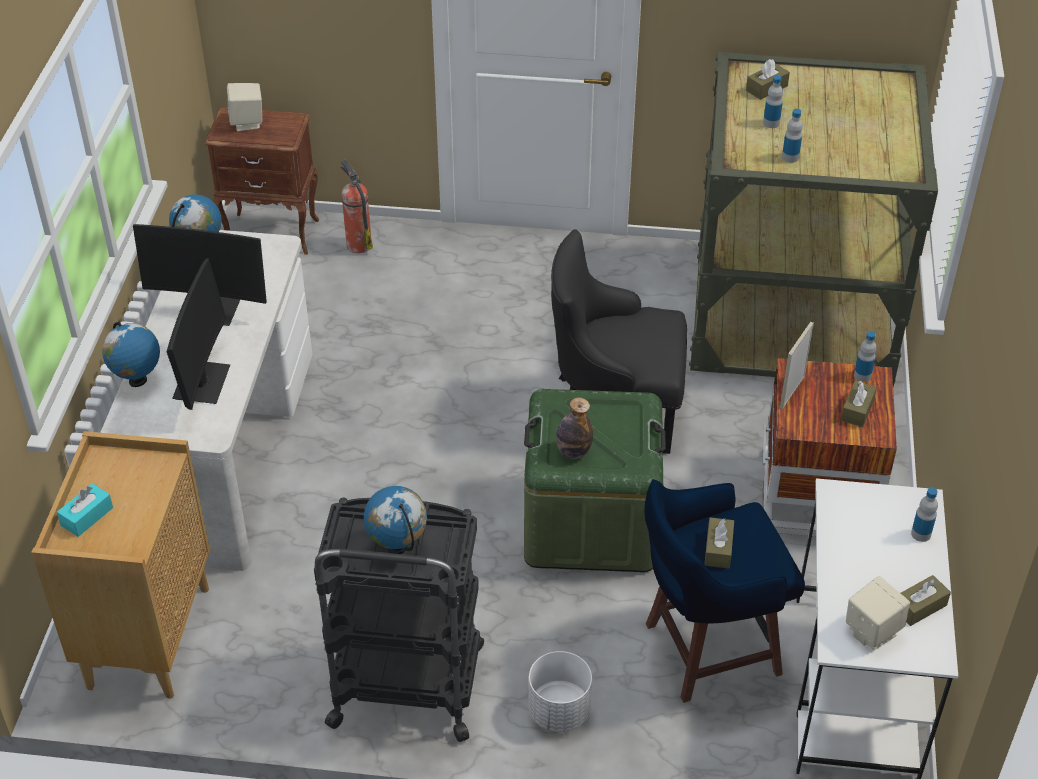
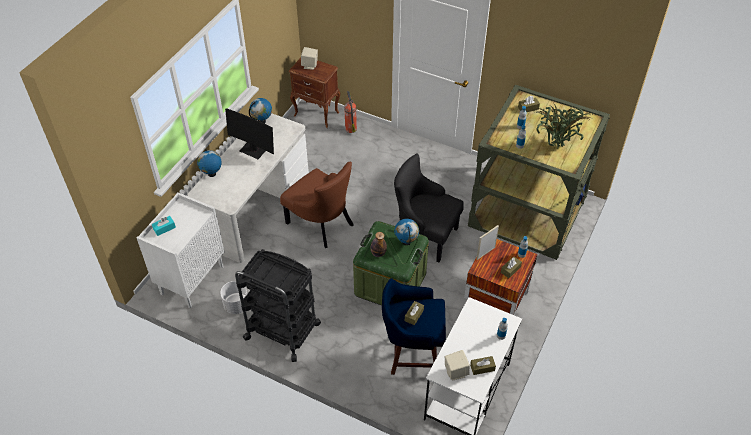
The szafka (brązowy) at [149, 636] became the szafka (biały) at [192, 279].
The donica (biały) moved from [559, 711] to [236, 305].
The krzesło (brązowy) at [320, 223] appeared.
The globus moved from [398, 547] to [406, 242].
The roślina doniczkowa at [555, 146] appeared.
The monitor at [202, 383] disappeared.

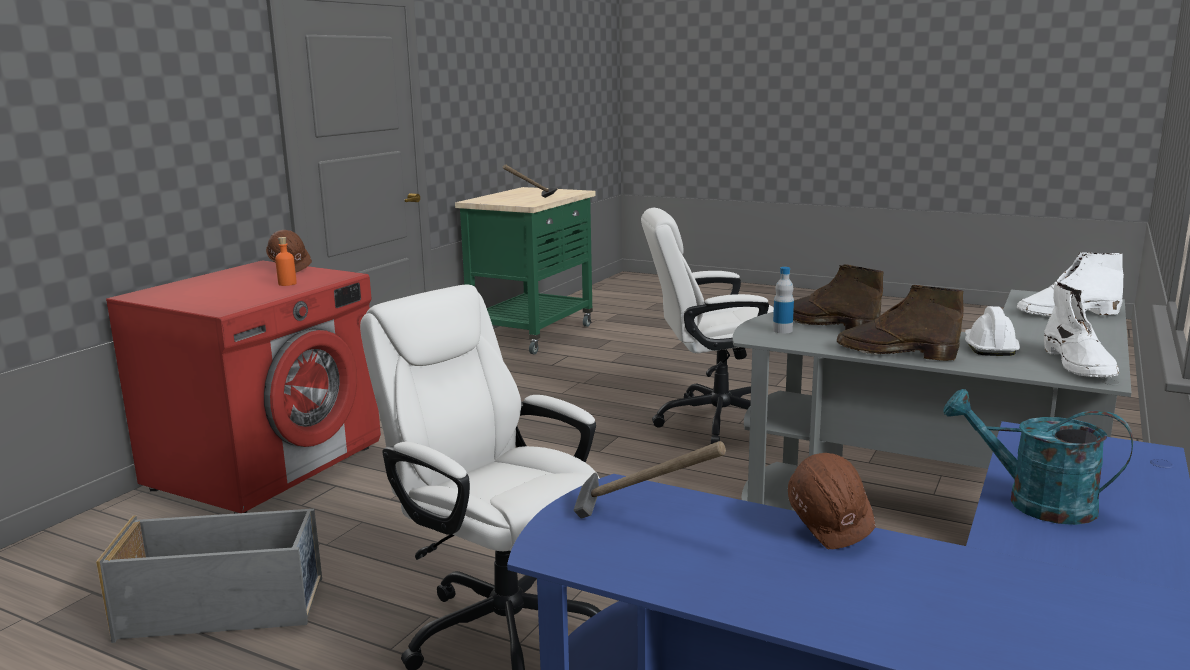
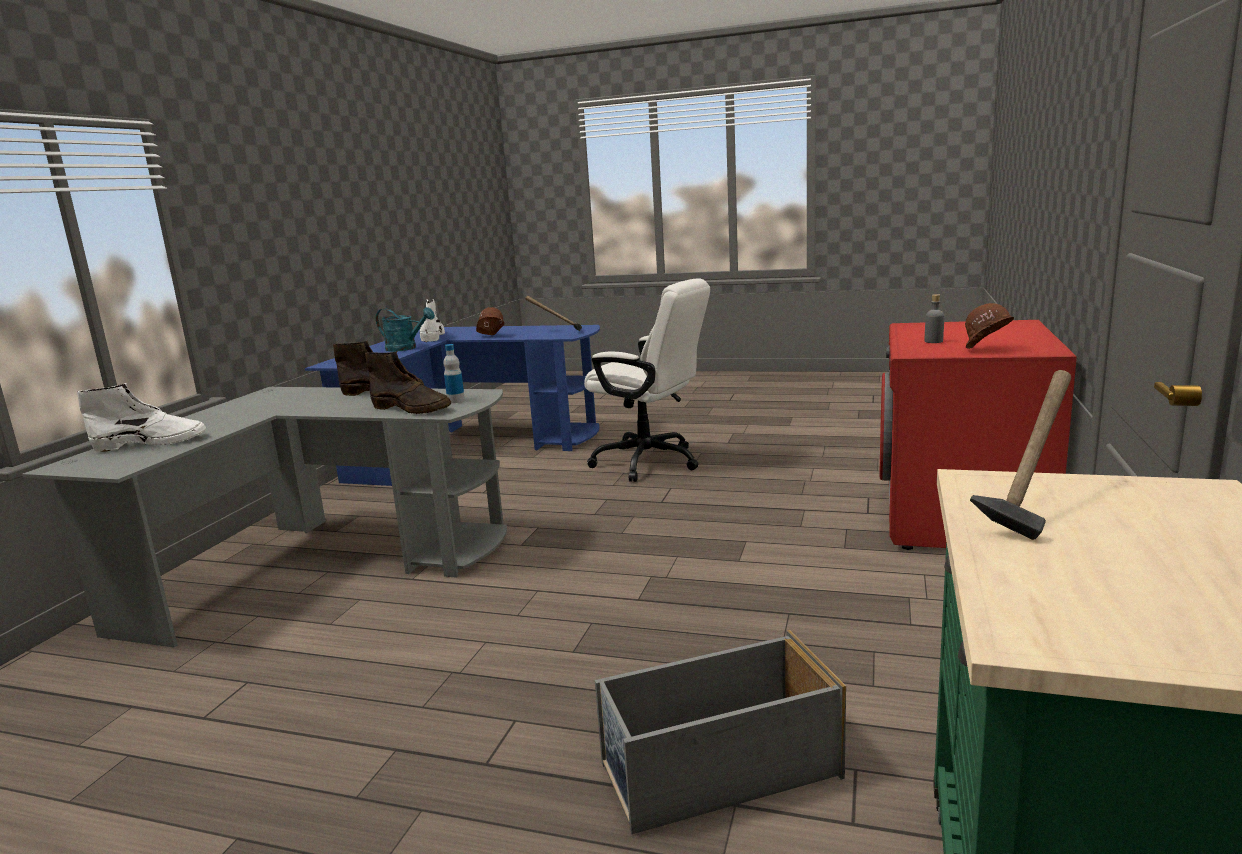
The but z cholewką (biały) moved from [1078, 364] to [433, 336].
The pojemnik do przechowywania (szary) moved from [225, 608] to [717, 771].
The butelka (pomarańczowy) at [287, 284] became the butelka (szary) at [933, 341].
The krzesło biurowe (biały) at [712, 423] disappeared.
The kask (biały) at [989, 347] disappeared.

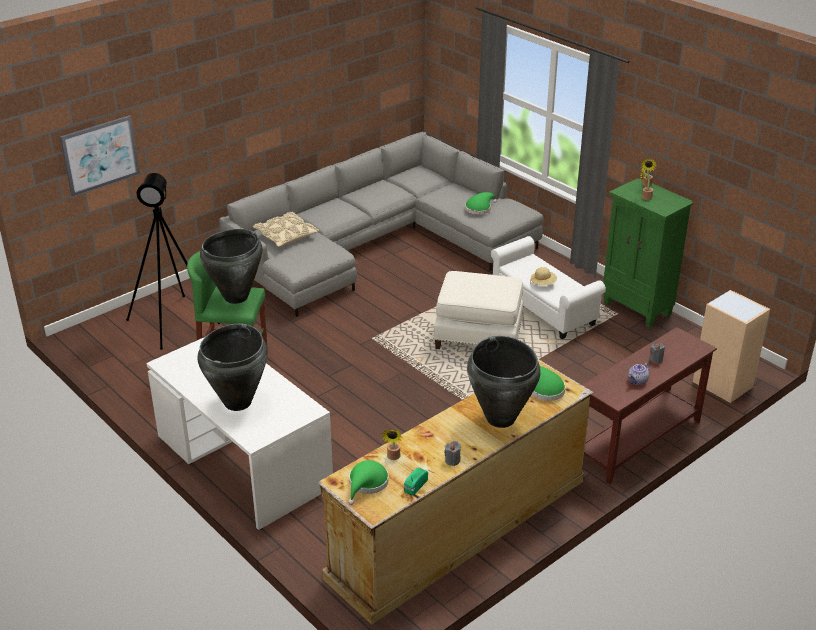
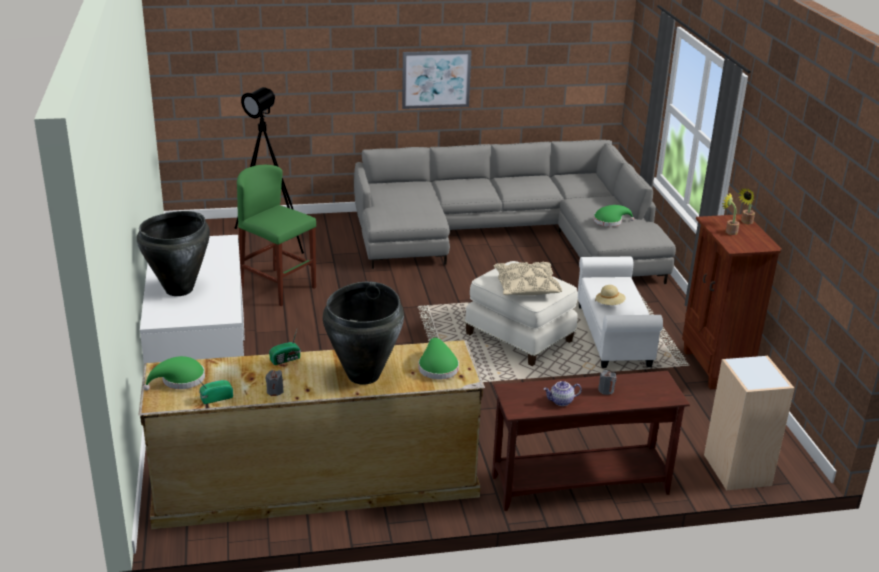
The radio at [286, 359] appeared.
The obraz moved from [100, 155] to [436, 79].
The poduszka (beżowy) moved from [286, 236] to [526, 287].
The szafka (zielony) at [636, 310] became the szafka (brązowy) at [713, 369].
The wazon (czarny) at [236, 297] disappeared.
The roślina doniczkowa at [393, 457] disappeared.

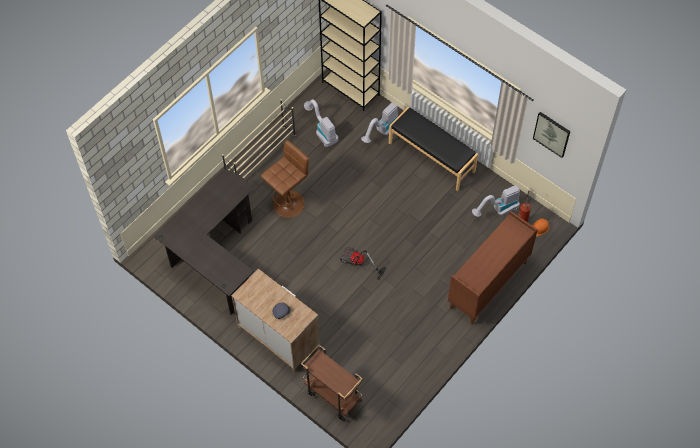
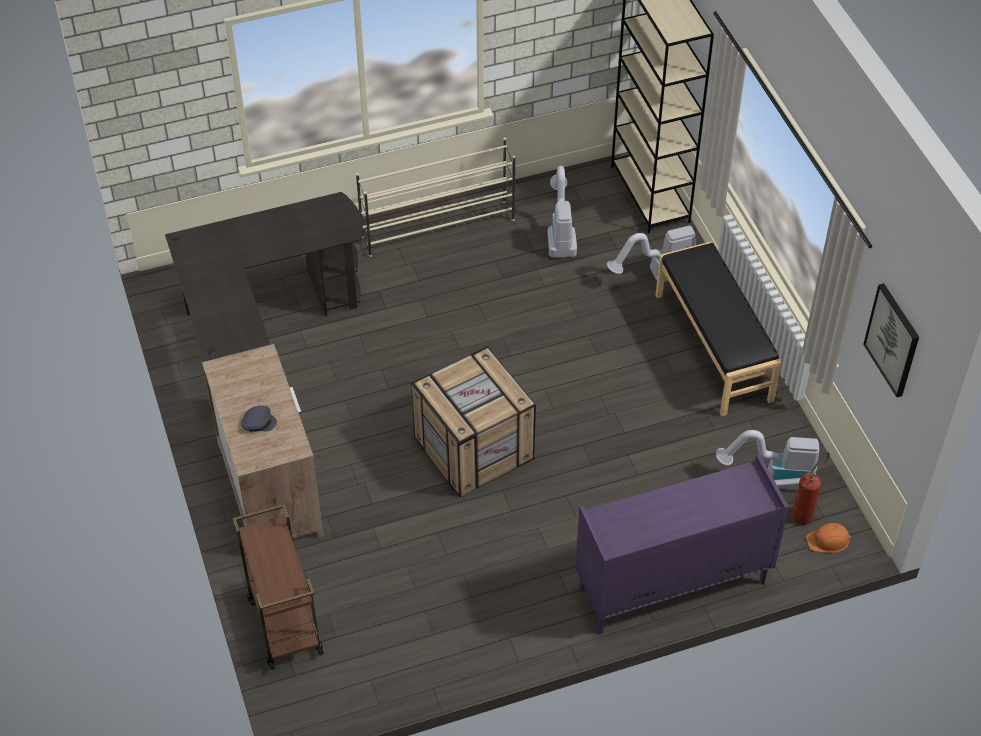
The odkurzacz at [358, 264] was replaced by the skrzynka at [475, 447].
The szafka (brązowy) at [487, 285] became the szafka (fioletowy) at [671, 586].
The stołek (brązowy) at [289, 204] disappeared.

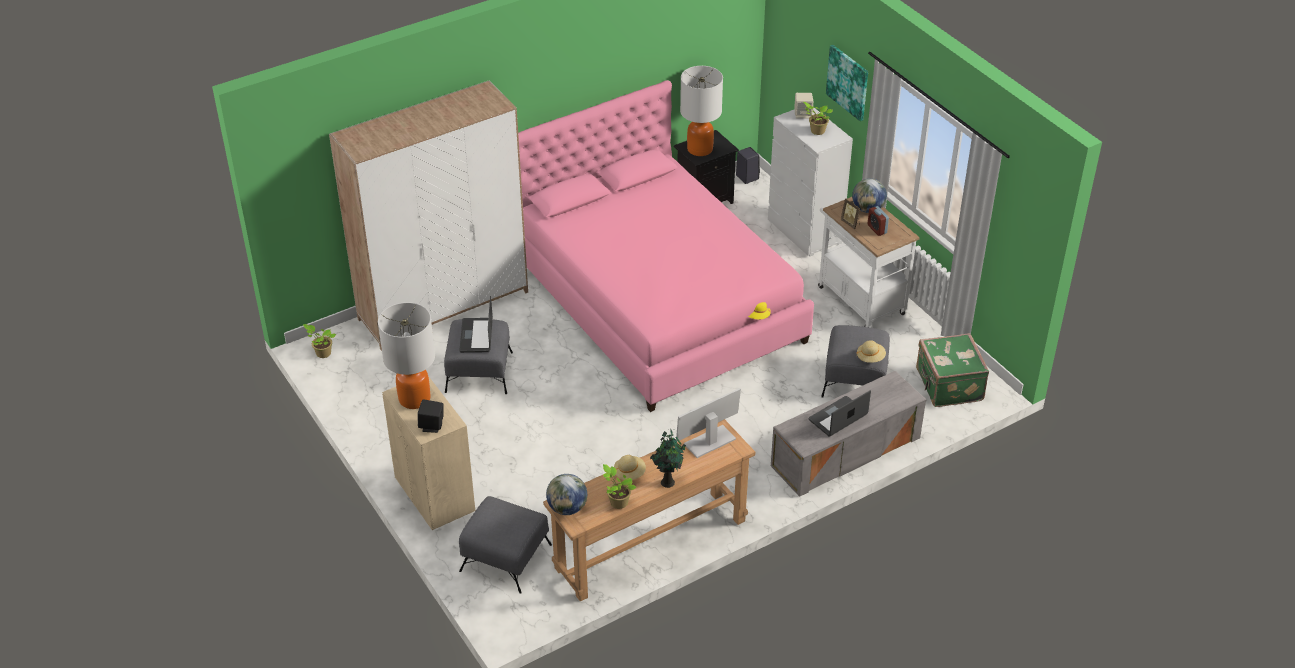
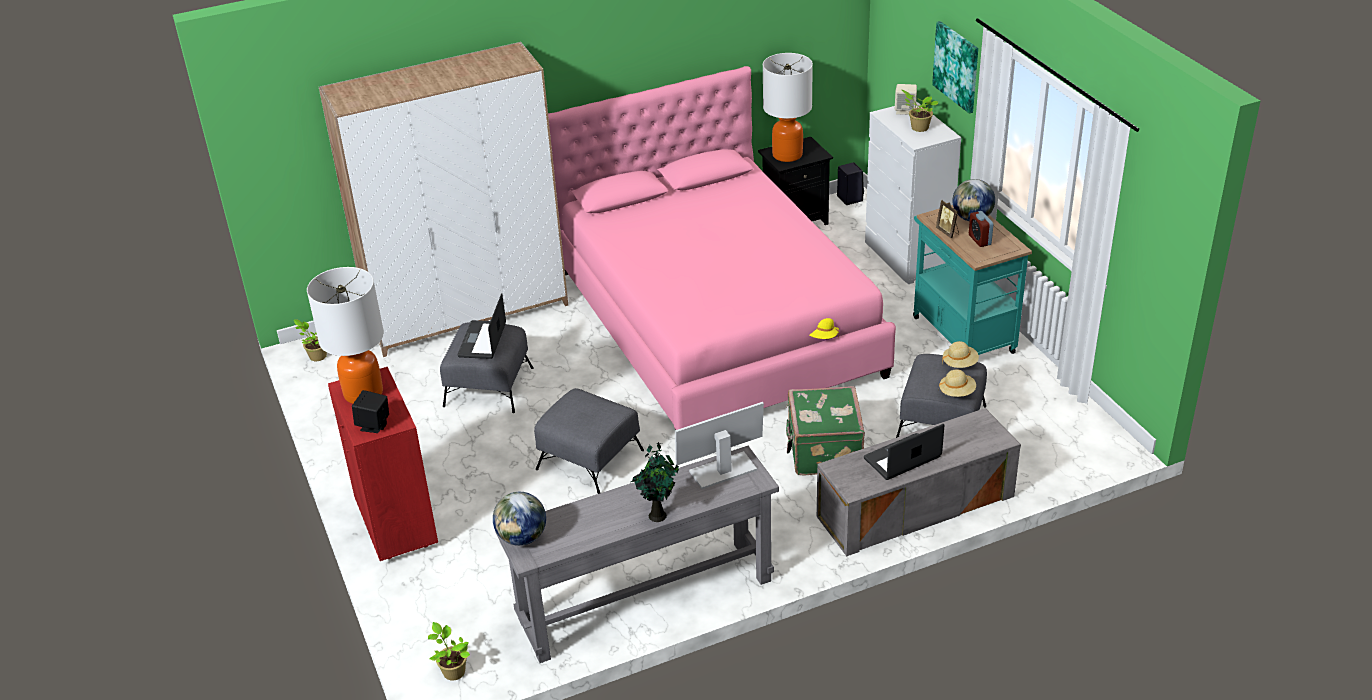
The szafka (beżowy) at [434, 498] became the szafka (czerwony) at [395, 524].
The roślina doniczkowa moved from [617, 502] to [453, 671].
The stolik konsolowy (brązowy) at [650, 544] became the stolik konsolowy (szary) at [645, 599].
The pufa (szary) moved from [505, 557] to [589, 459].
The walizka (zielony) moved from [948, 386] to [823, 451].
The wózek (biały) at [859, 299] became the wózek (turkusowy) at [961, 333].
The kapelusz (beżowy) moved from [629, 473] to [960, 363].

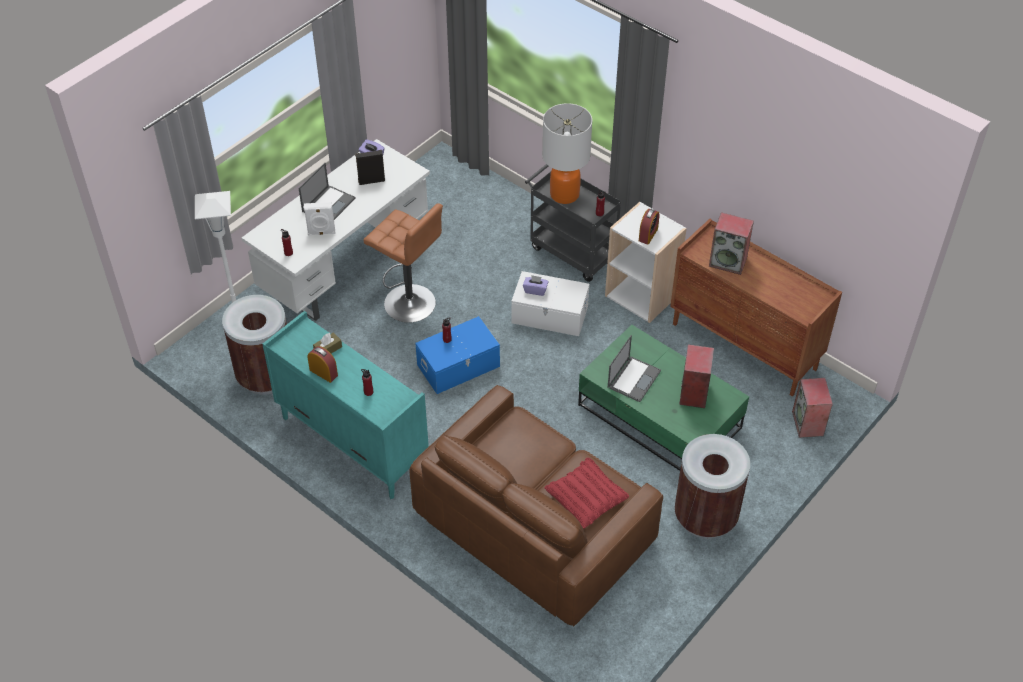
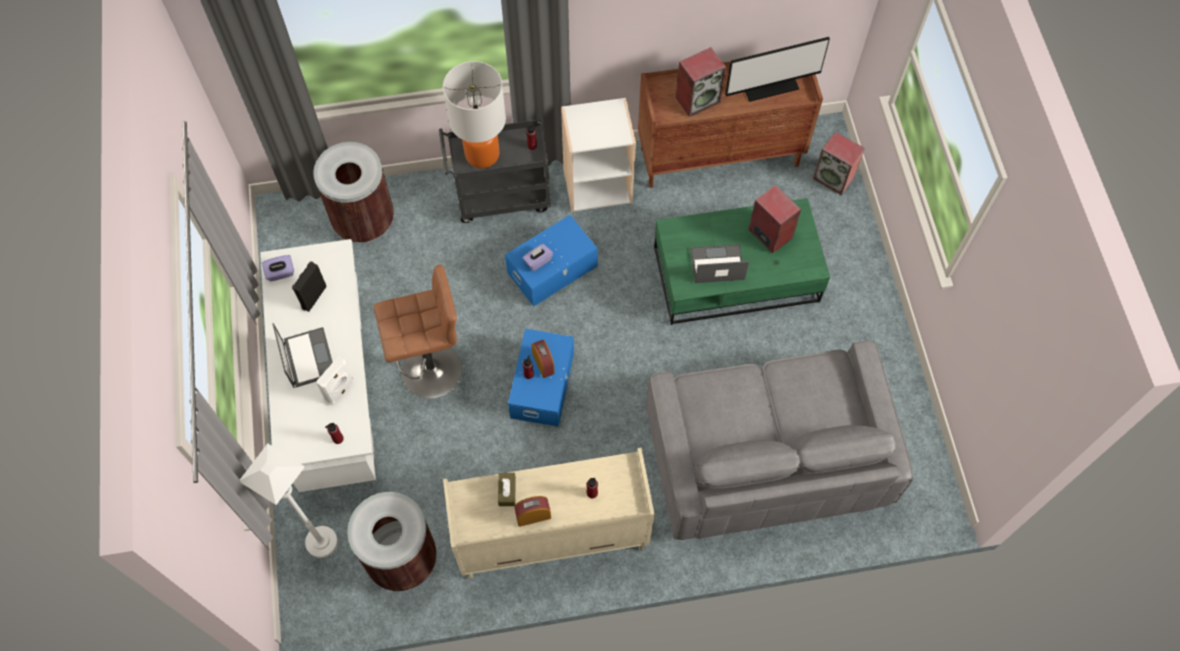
The kosz na śmieci (brązowy) moved from [705, 517] to [364, 221].
The szafka (turkusowy) at [352, 443] became the szafka (beżowy) at [551, 538].
The pojemnik do przechowywania (biały) at [550, 315] became the pojemnik do przechowywania (niebieski) at [553, 270].
The budzik moved from [648, 234] to [543, 363].
The kanapa (brązowy) at [533, 527] became the kanapa (szary) at [767, 457].
The laptop at [634, 378] turned 75 degrees counterclockwise.
The monitor at [769, 84] appeared.
The poduszka (czerwony) at [586, 497] disappeared.

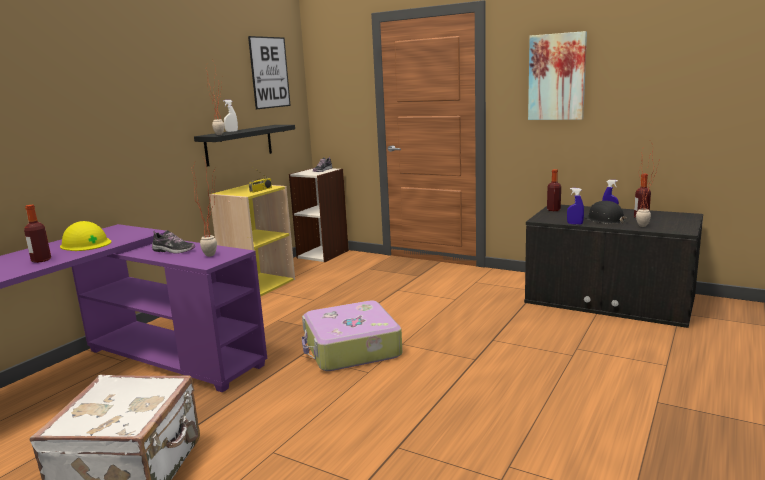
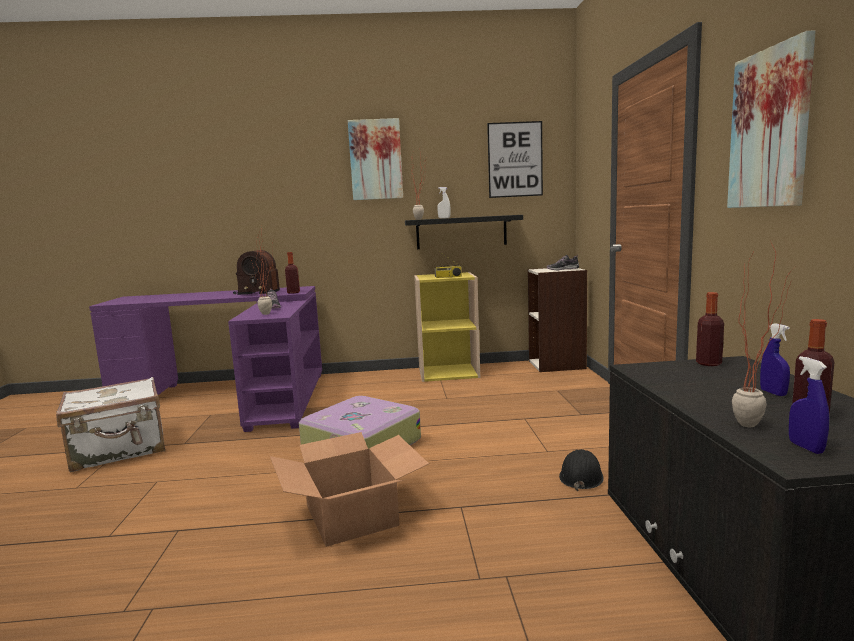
The kask (żółty) at [86, 244] was replaced by the radio at [257, 292].
The karton at [352, 515] appeared.
The butelka moved from [41, 260] to [293, 292].
The obraz at [375, 160] appeared.
The kask (czarny) moved from [604, 219] to [581, 476].
The spryskiwacz (niebieski) moved from [574, 224] to [806, 447].

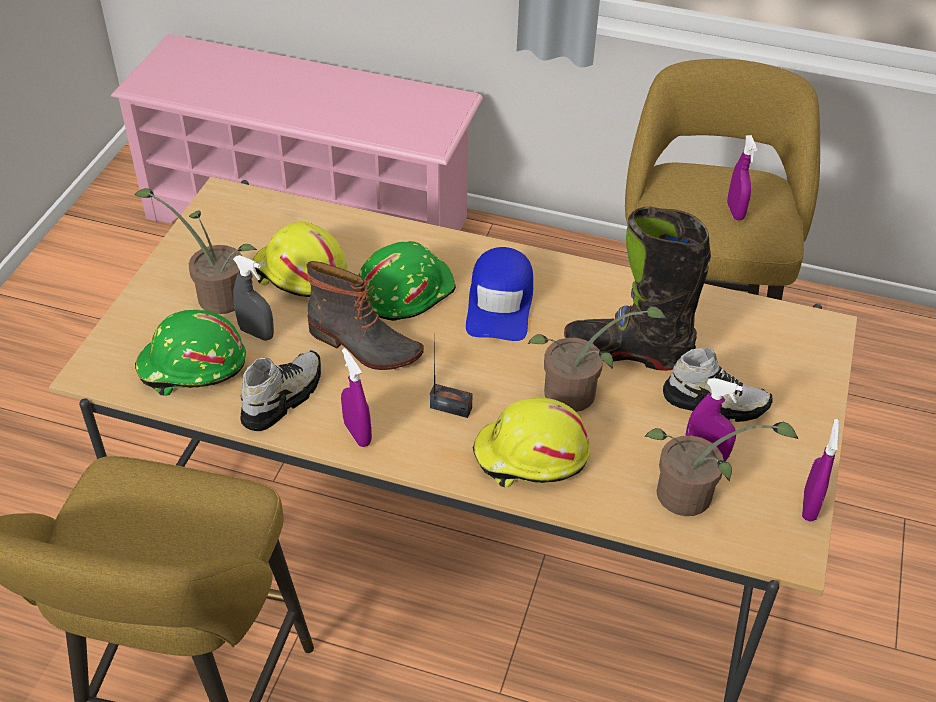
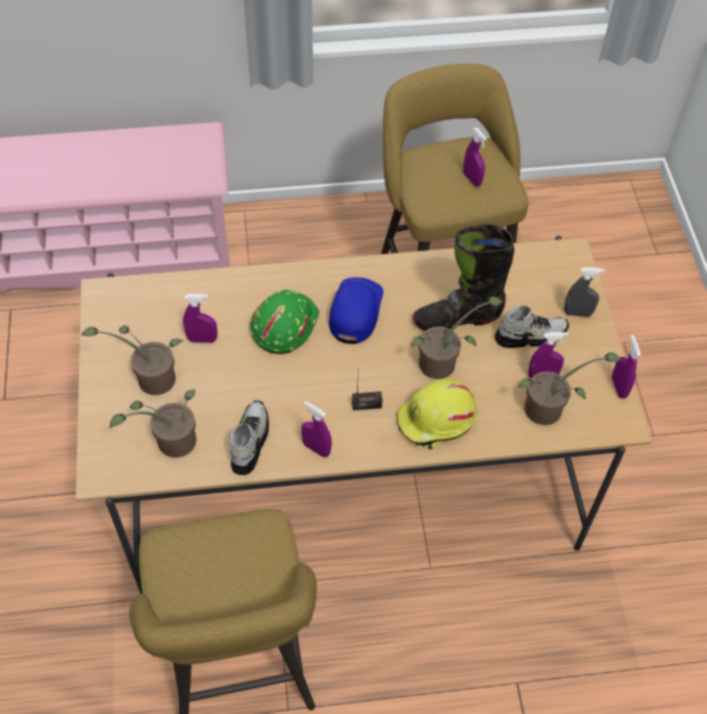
The kask (zielony) at [192, 367] was replaced by the roślina doniczkowa at [170, 443].
The kask (żółty) at [300, 274] was replaced by the spryskiwacz (fioletowy) at [202, 339].
The czapka z daszkiem (niebieski) at [500, 303] turned 150 degrees counterclockwise.
The spryskiwacz (szary) moved from [256, 333] to [577, 313].
The but z cholewką at [363, 346] disappeared.

